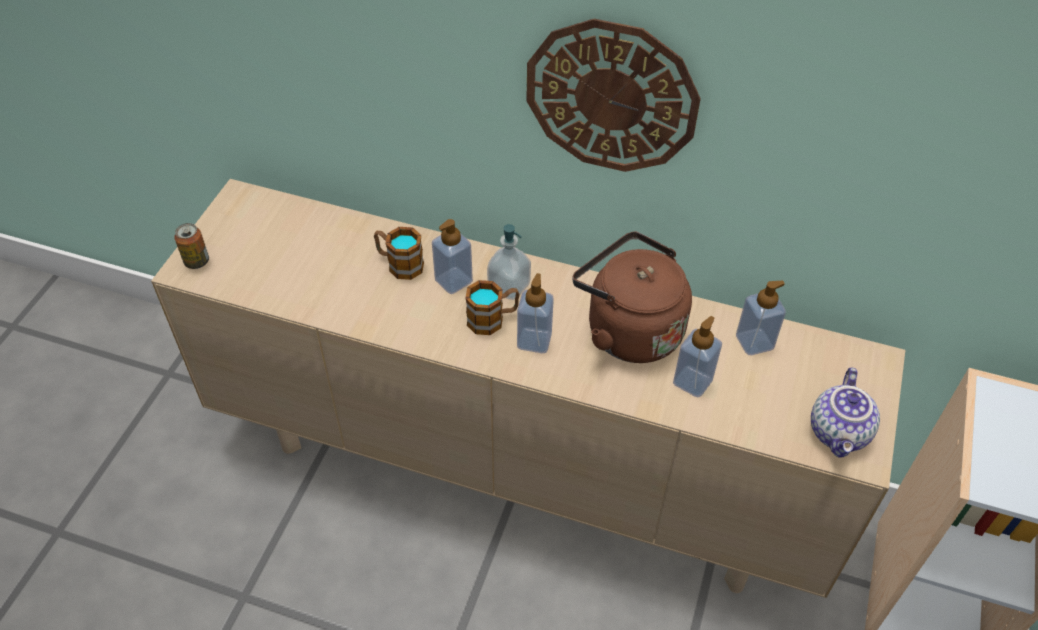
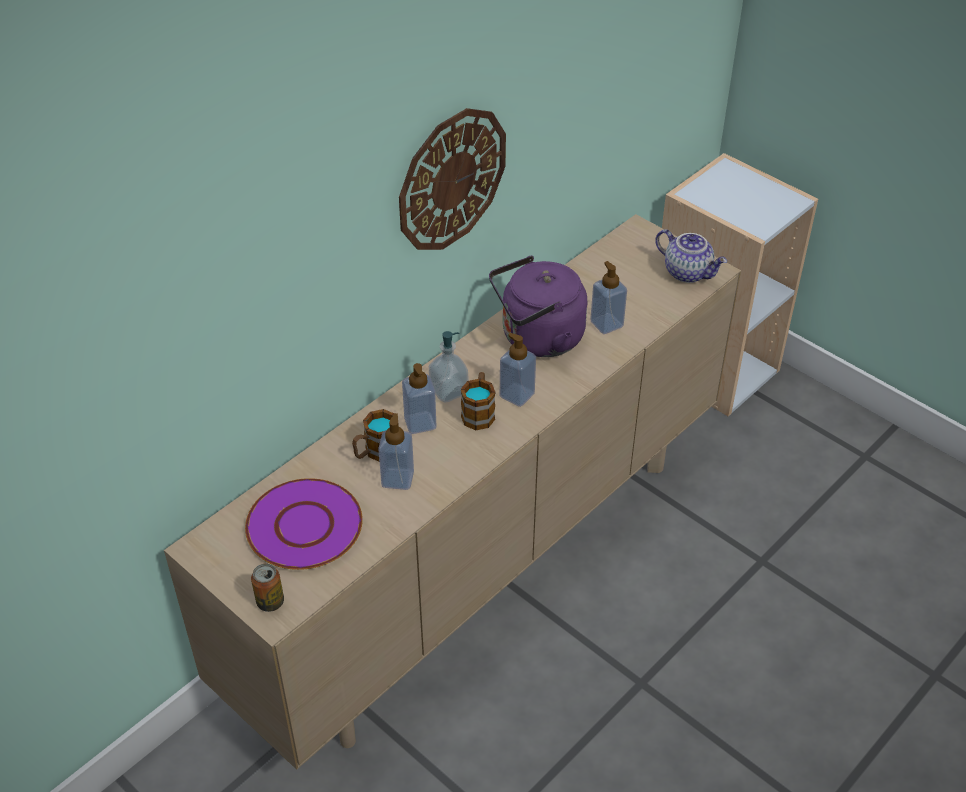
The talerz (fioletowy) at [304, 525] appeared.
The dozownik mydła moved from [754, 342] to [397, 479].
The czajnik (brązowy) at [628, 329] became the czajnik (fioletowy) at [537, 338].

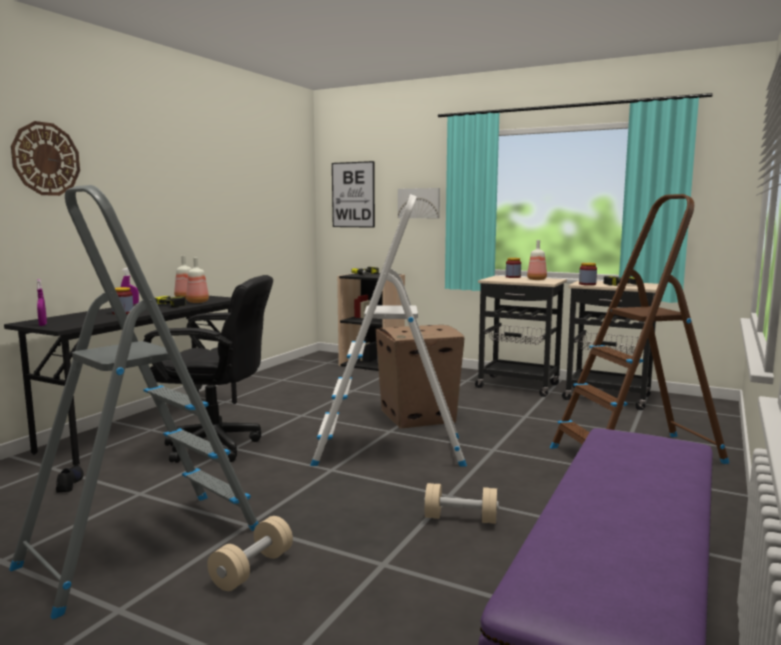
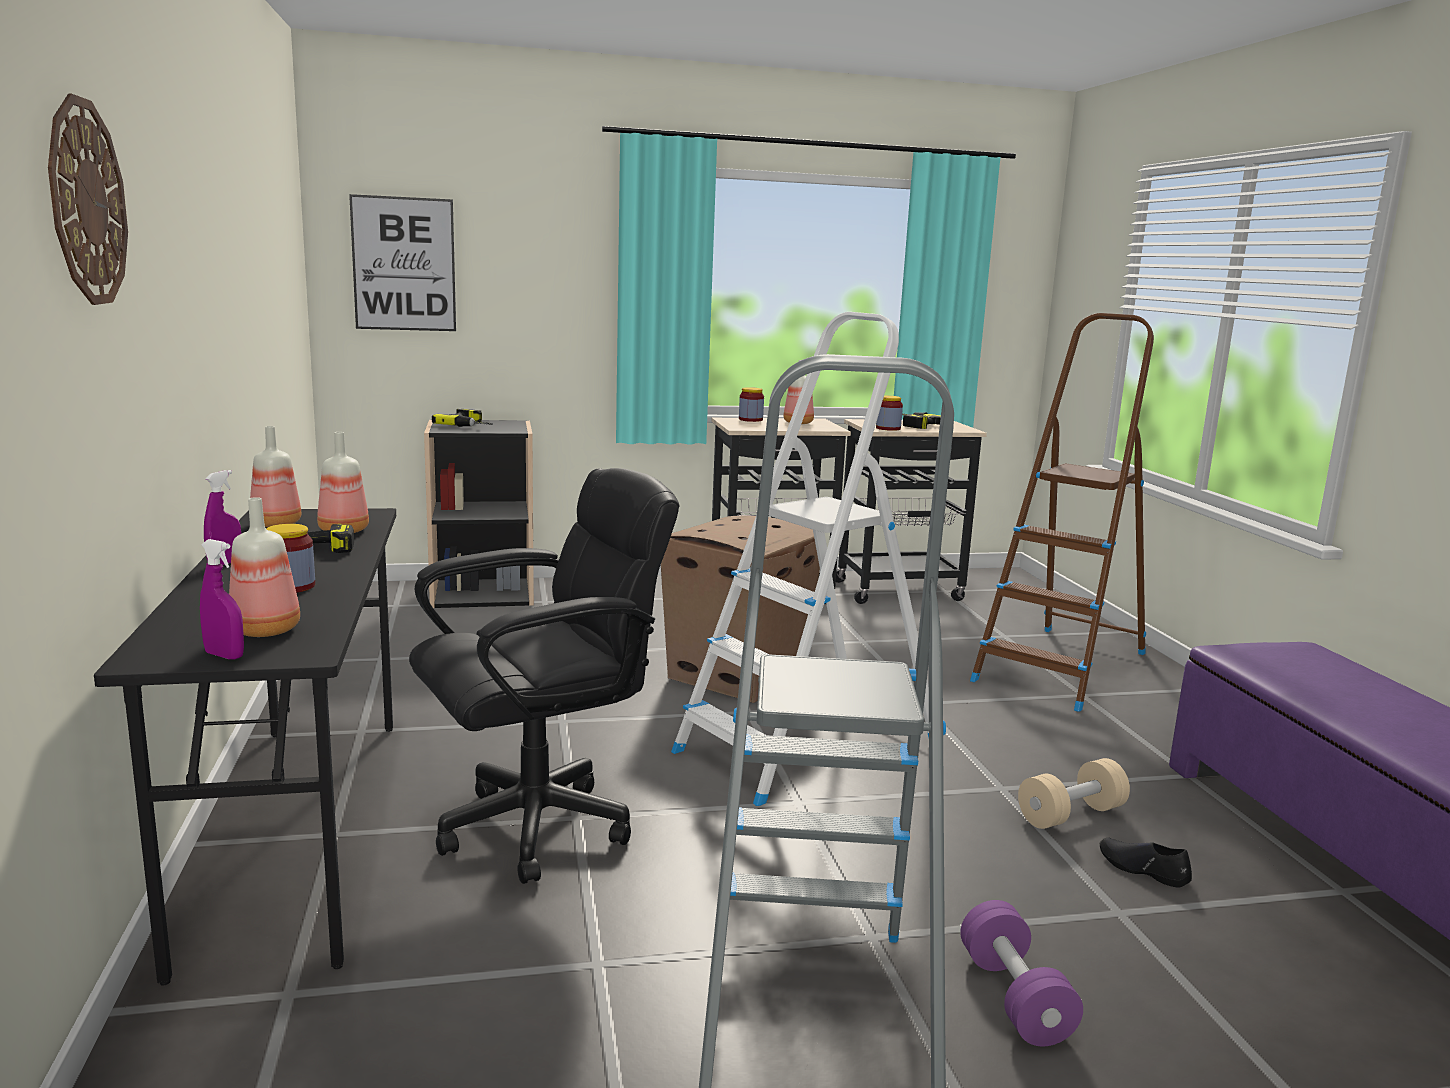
The butelka at [267, 630] appeared.
The hantel (beżowy) at [252, 569] became the hantel (fioletowy) at [1014, 998].
The but (czarny) moved from [69, 483] to [1142, 869].
The obraz at [419, 203] disappeared.

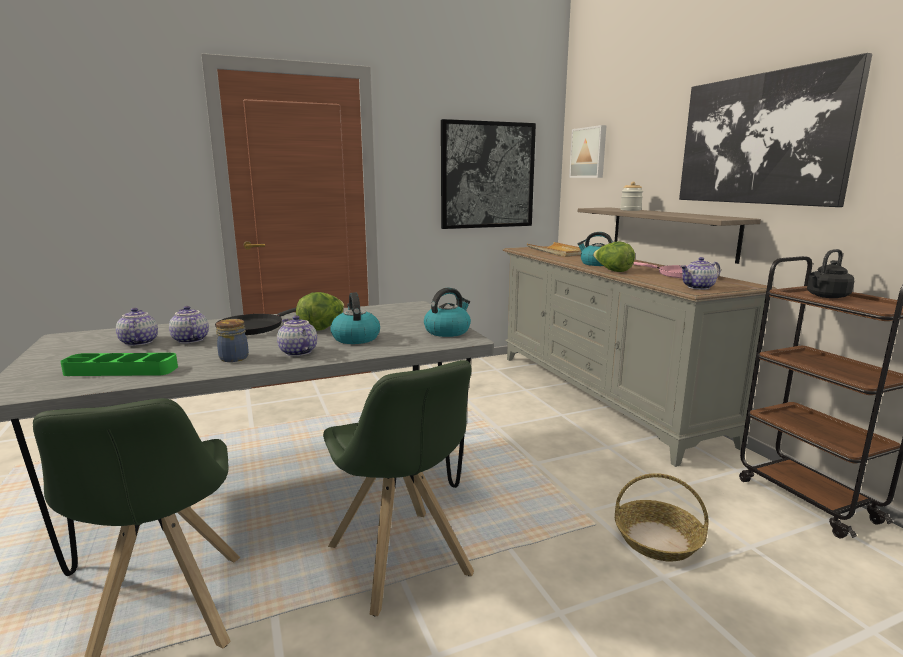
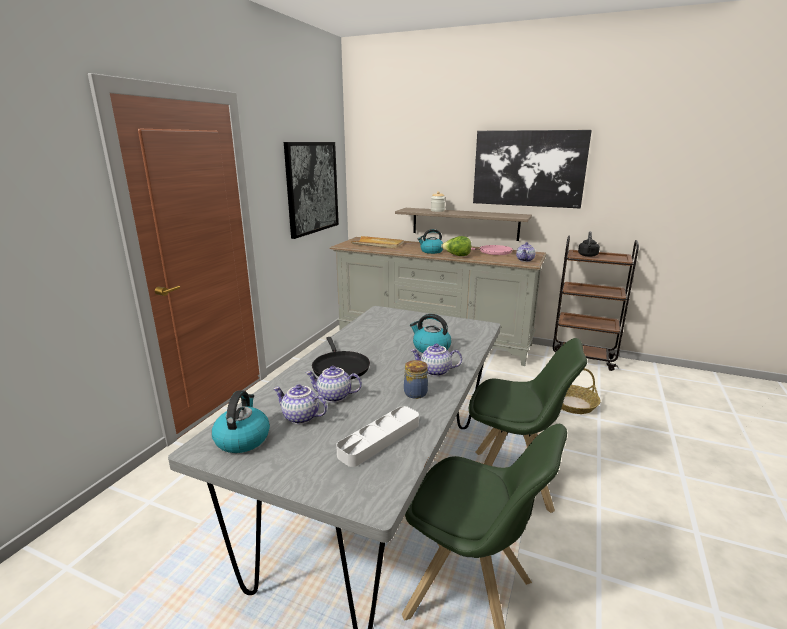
The czajnik moved from [447, 331] to [242, 439].
The taca (zielony) at [121, 370] became the taca (szary) at [380, 439].
The sałata at [322, 328] disappeared.
The obraz at [589, 152] disappeared.

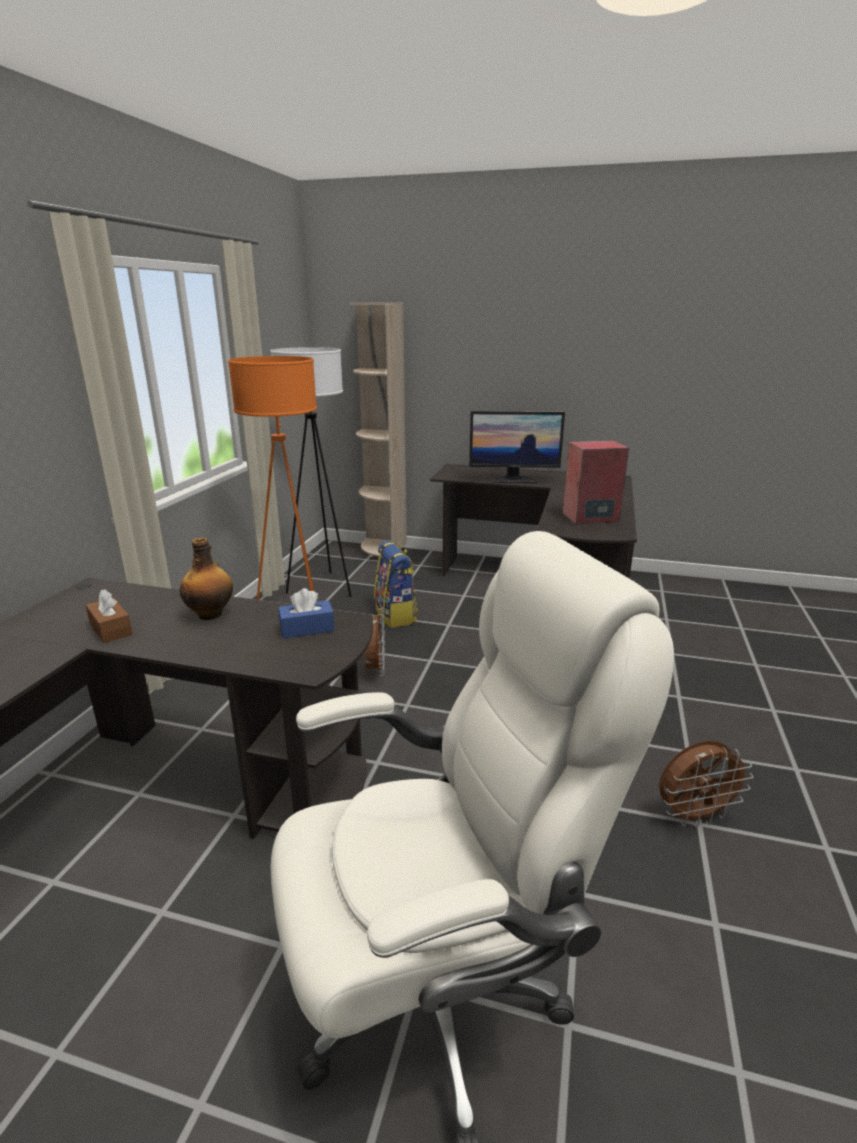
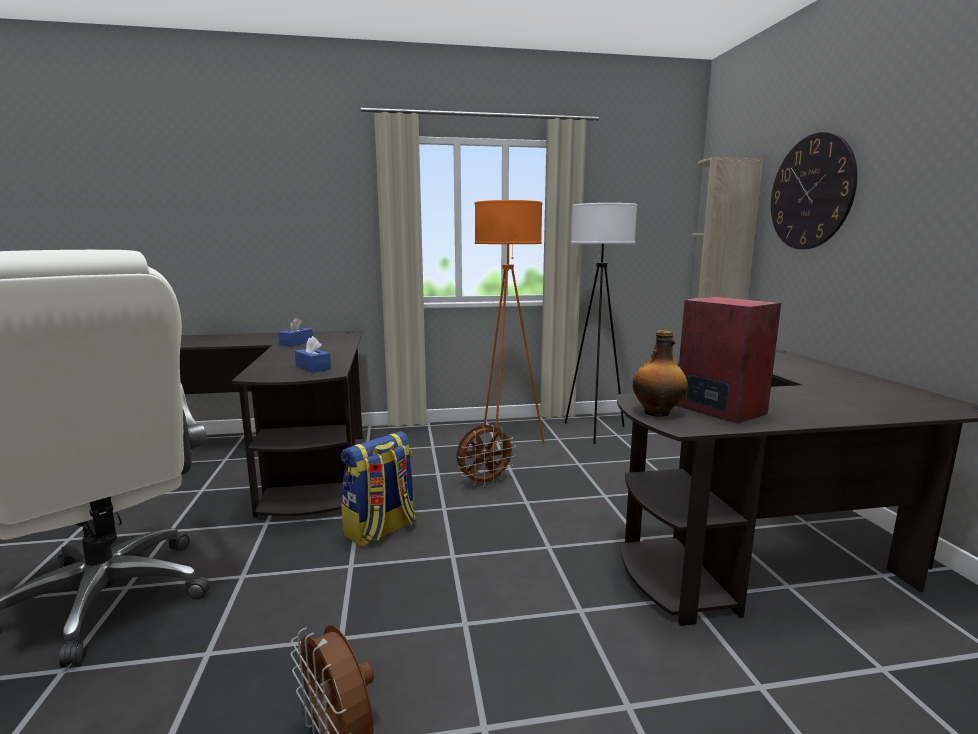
The pudełko chusteczek (brązowy) at [111, 629] became the pudełko chusteczek (niebieski) at [296, 343].
The plecak moved from [396, 615] to [381, 530].
The butelka moved from [211, 614] to [658, 413].
The zegar ścienny at [811, 192] appeared.
The monitor at [513, 480] disappeared.

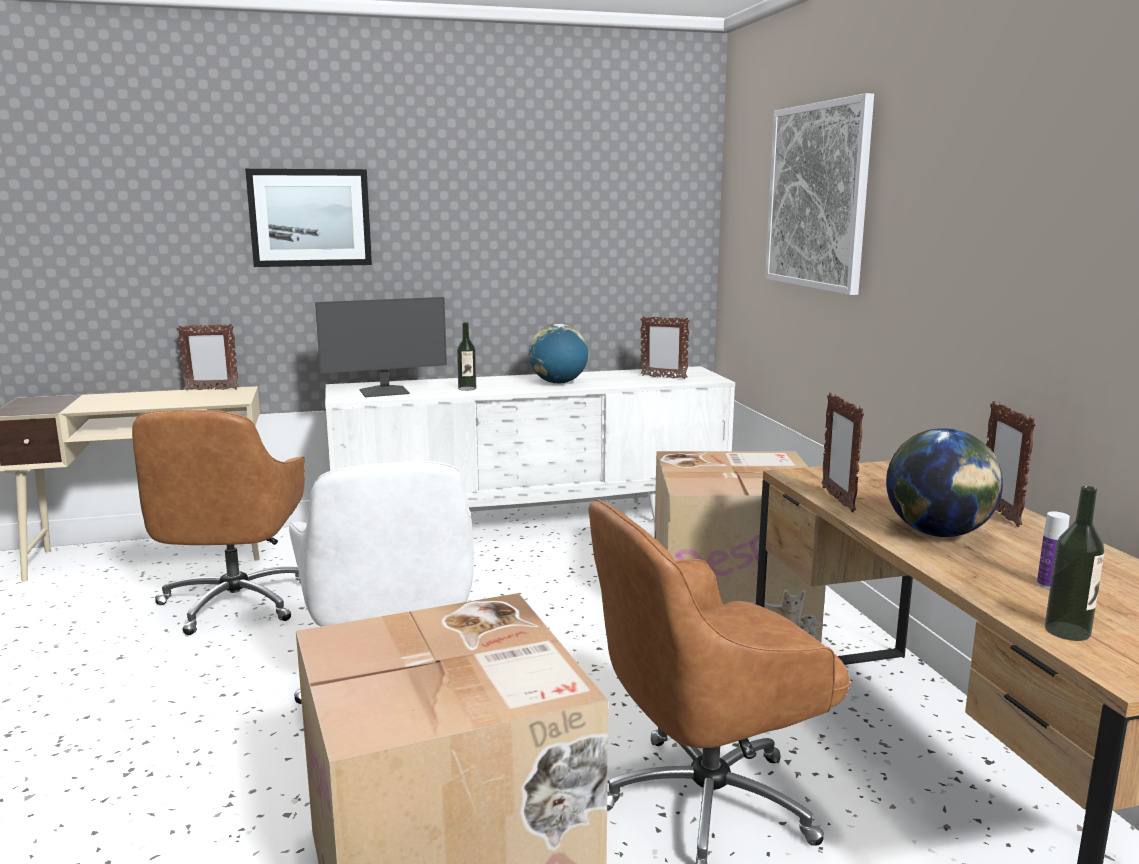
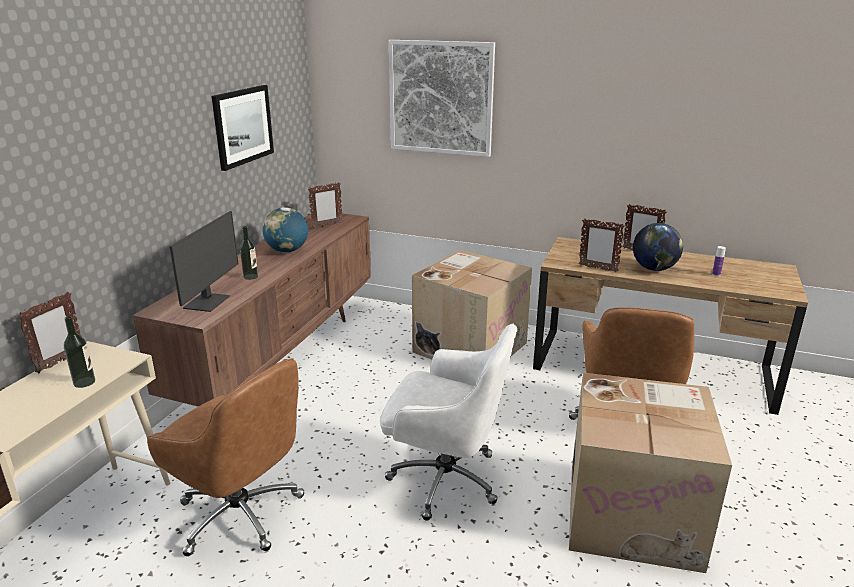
The butelka moved from [1067, 631] to [84, 382].
The szafka (biały) at [534, 522] became the szafka (brązowy) at [281, 354].
The obraz moved from [310, 218] to [243, 126].

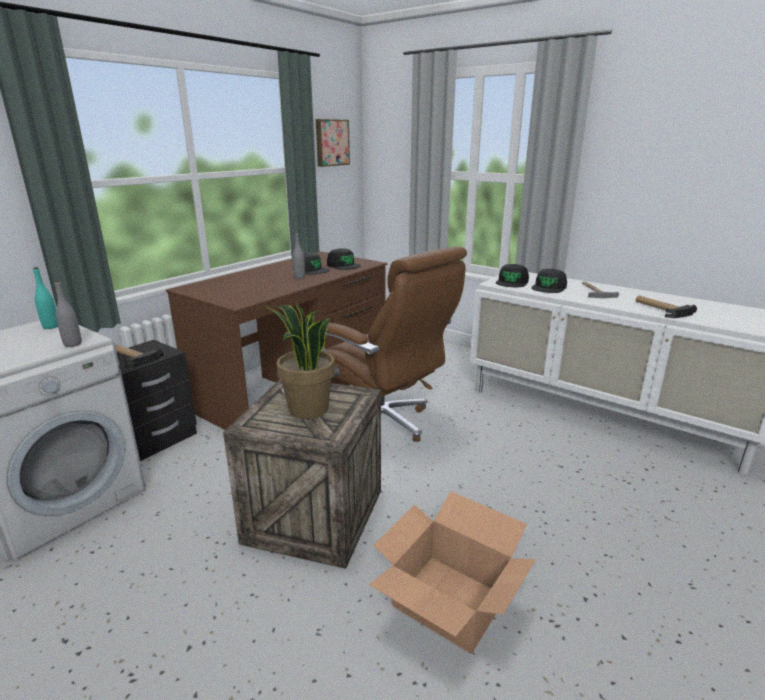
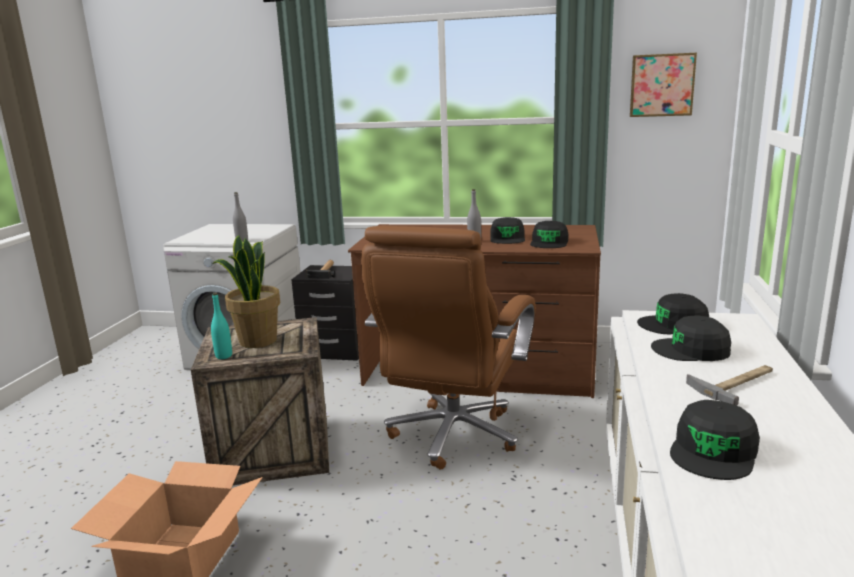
The butelka (turkusowy) moved from [51, 326] to [224, 356].
The młotek at [660, 309] was replaced by the czapka z daszkiem (czarny) at [714, 451].

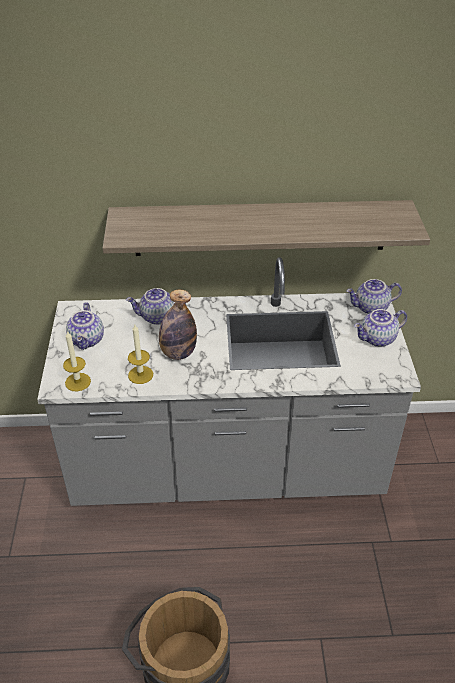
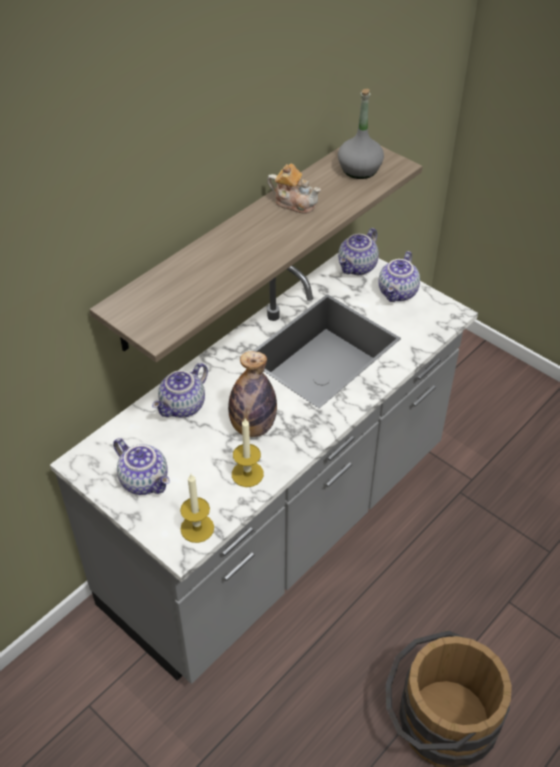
The imbryk at [294, 202] appeared.
The butelka (szary) at [359, 169] appeared.

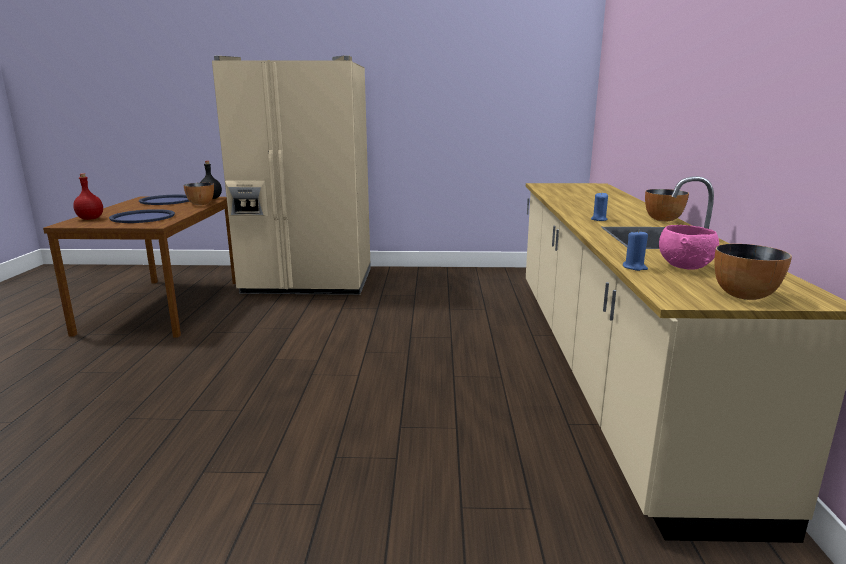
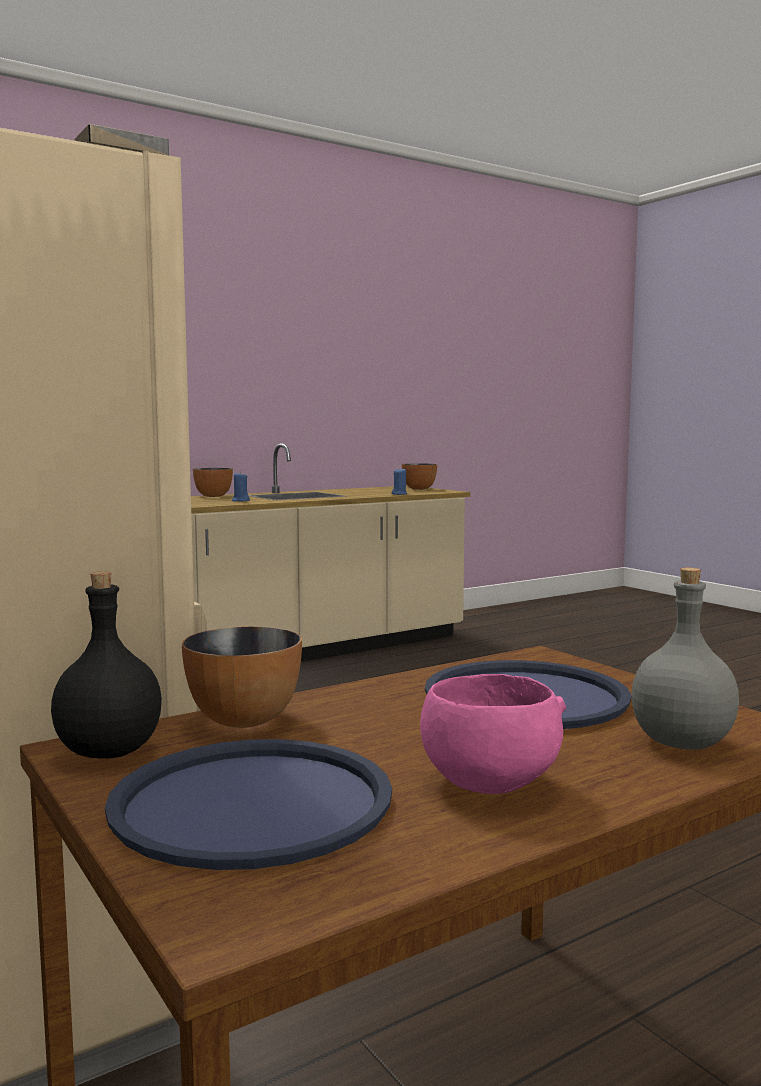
The miska (różowy) moved from [685, 266] to [486, 783].
The butelka (czerwony) at [90, 218] became the butelka (szary) at [680, 743].

